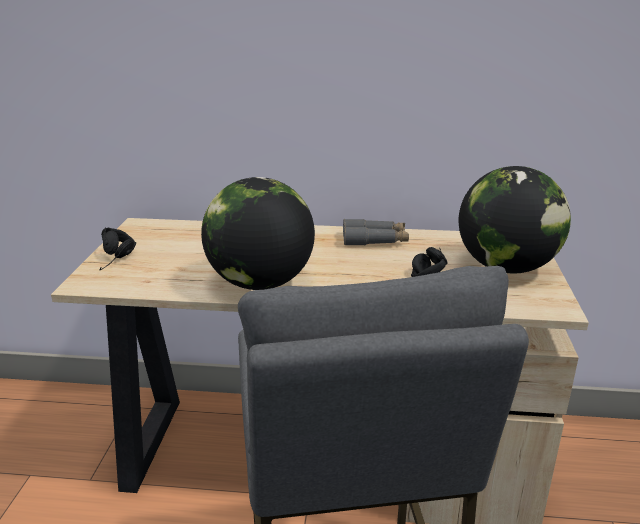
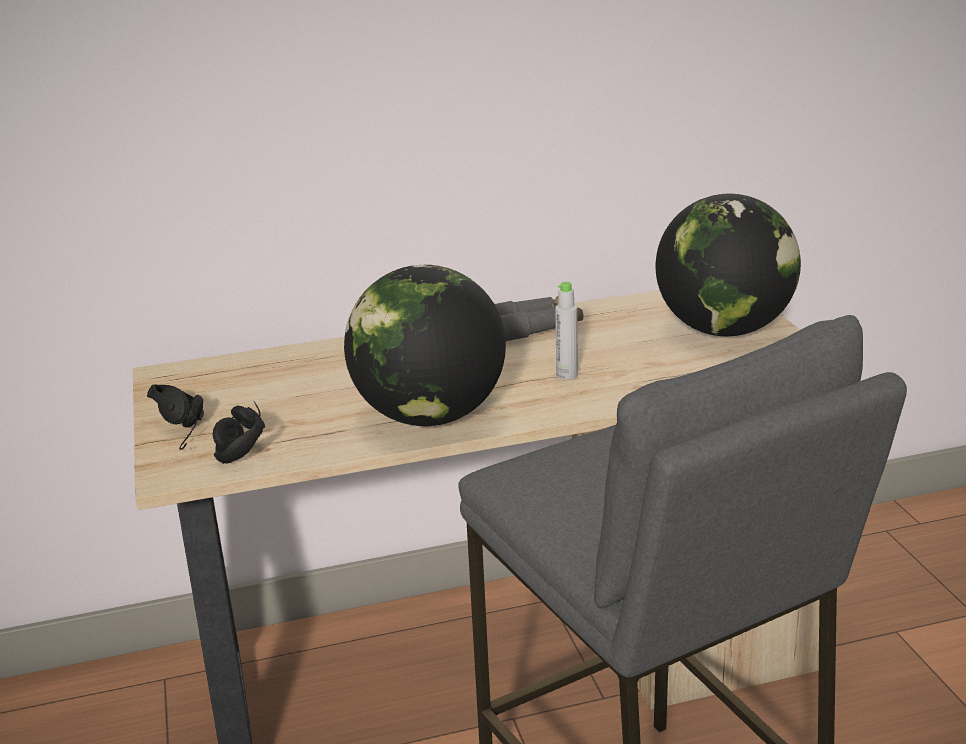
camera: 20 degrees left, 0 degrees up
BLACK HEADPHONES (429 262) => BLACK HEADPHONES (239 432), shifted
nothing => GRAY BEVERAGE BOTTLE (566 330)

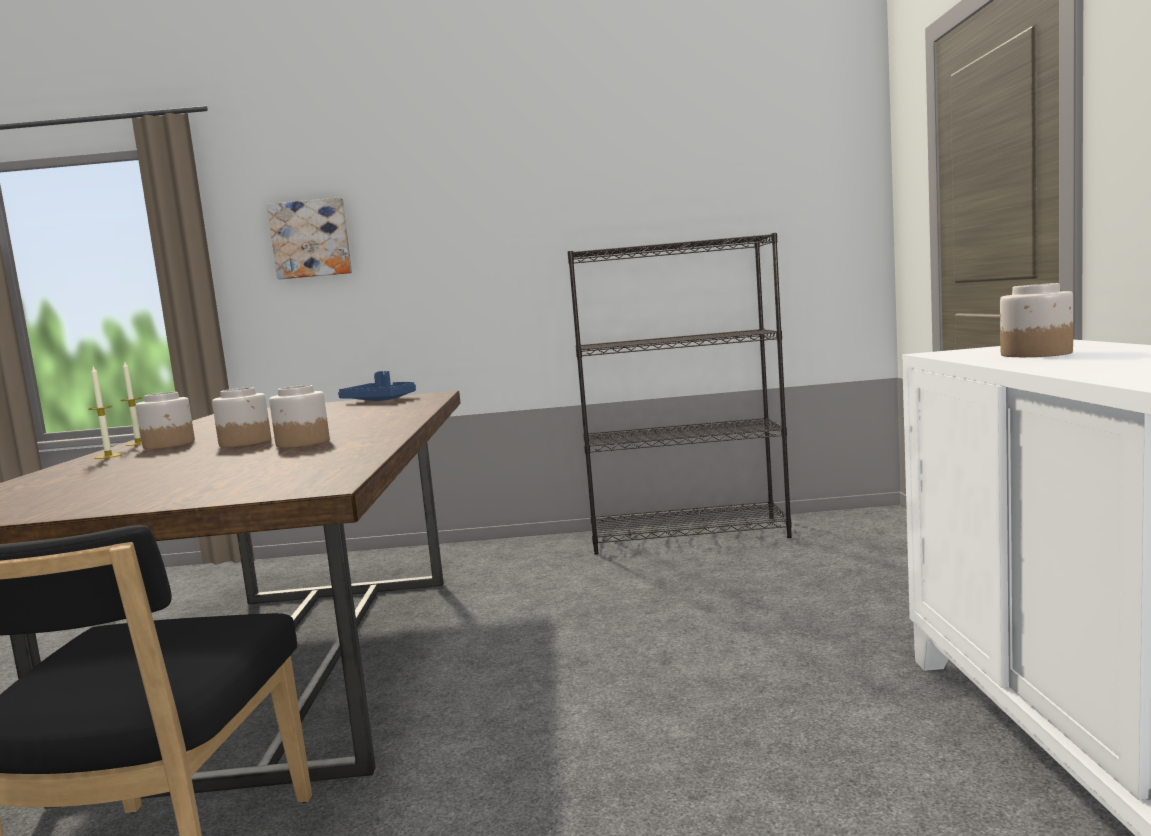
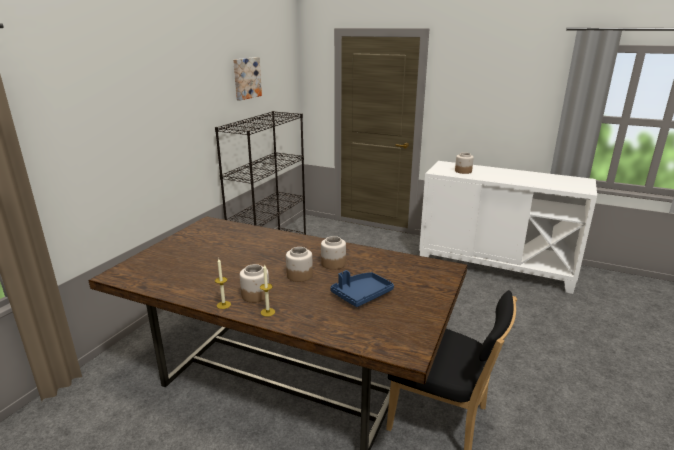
camera: 65 degrees left, 15 degrees up
WALL ART (309 238) => WALL ART (247 79), shifted
BLUISH CARRYING TRAY (377 386) => BLUISH CARRYING TRAY (362 288), shifted

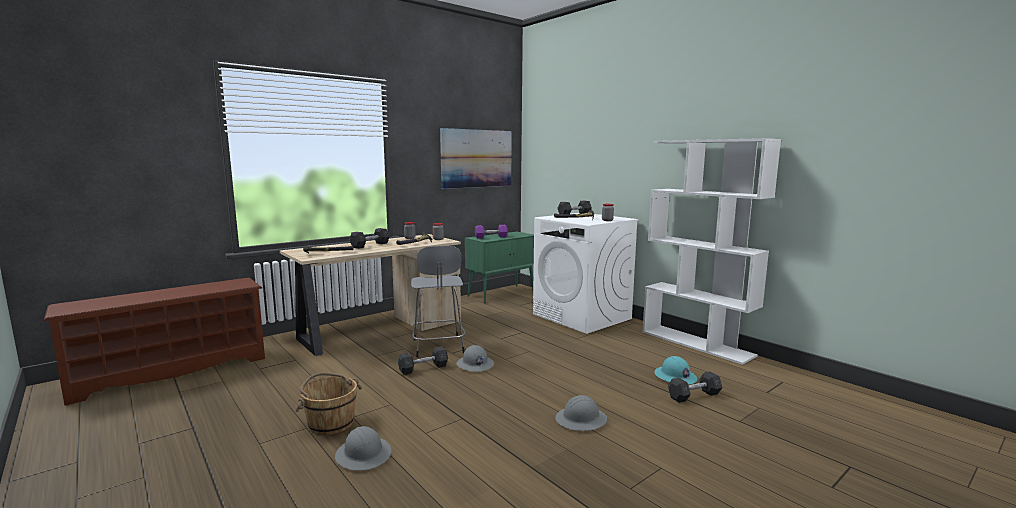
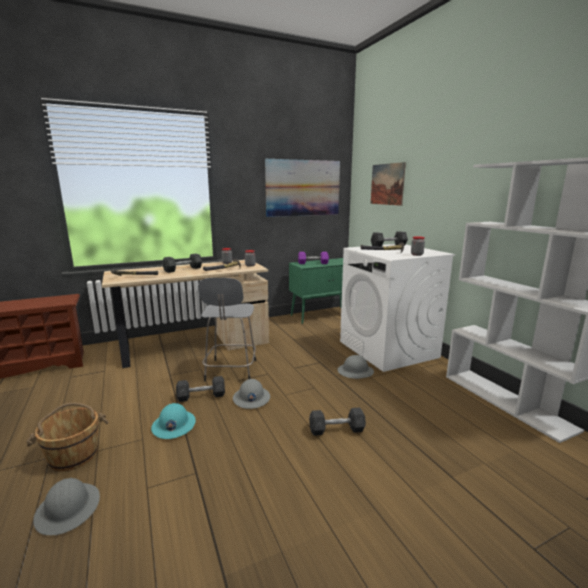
camera: 15 degrees right, 5 degrees up
GRAY HARD HAT (581 413) => GRAY HARD HAT (355 367), shifted
BLUE-GREEN HARD HAT (675 370) => BLUE-GREEN HARD HAT (173 421), shifted
GRAY FREE WEIGHT (695 387) => GRAY FREE WEIGHT (337 421), shifted
nothing => WALL ART (388 184)

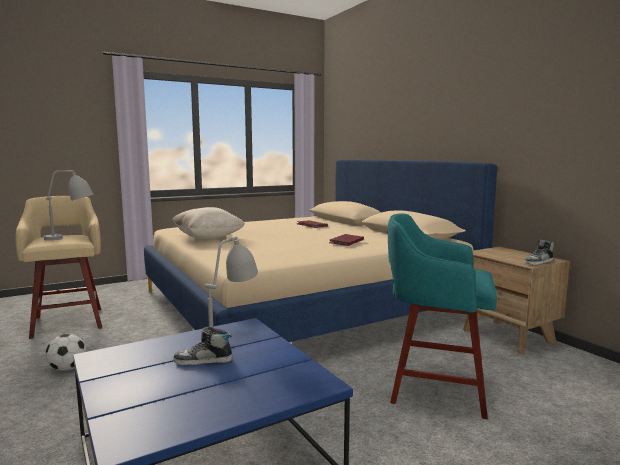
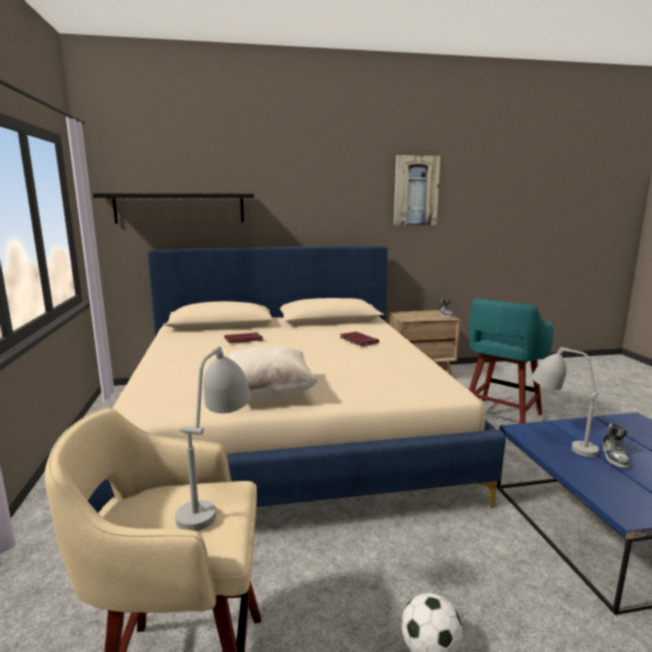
camera: 70 degrees left, 5 degrees up
nothing => BLACK BRACKET SHELF (173 208)
nothing => WALL ART (417 190)

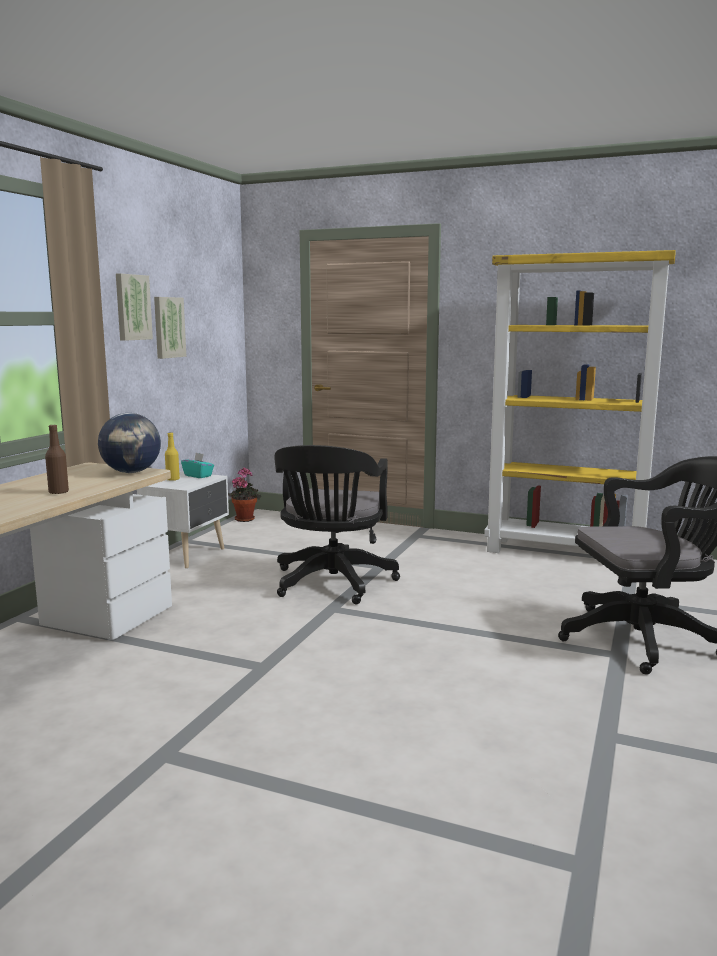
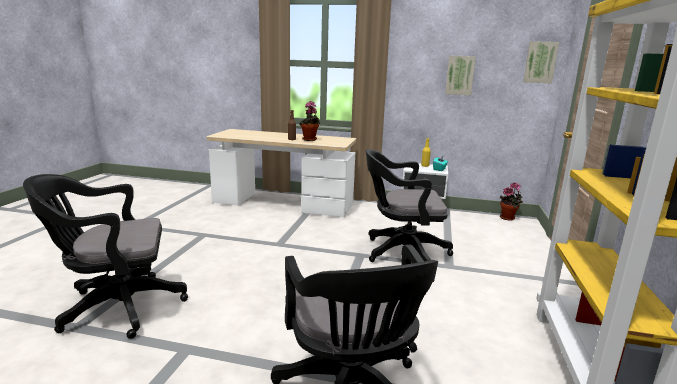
camera: 80 degrees right, 5 degrees up
WORLD GLOBE (129 443) => nothing
WALL ART (134 307) => WALL ART (541 62), shifted
nothing => BLACK COMPUTER CHAIR (105 256)
nothing => PLANT IN A POT (310 121)

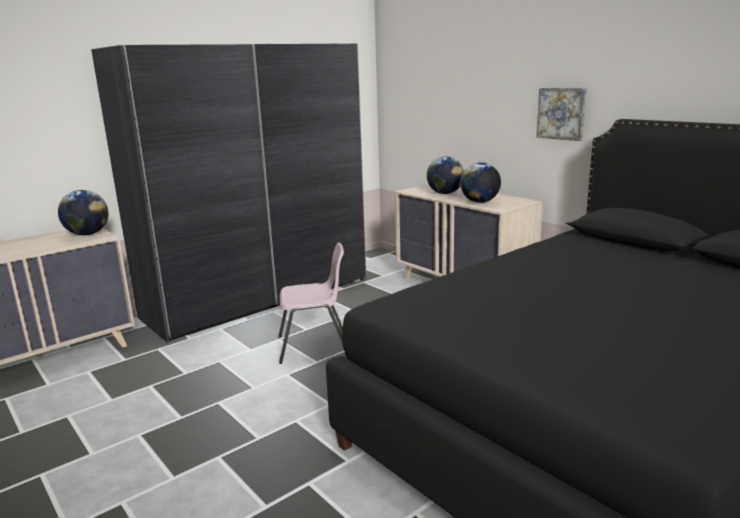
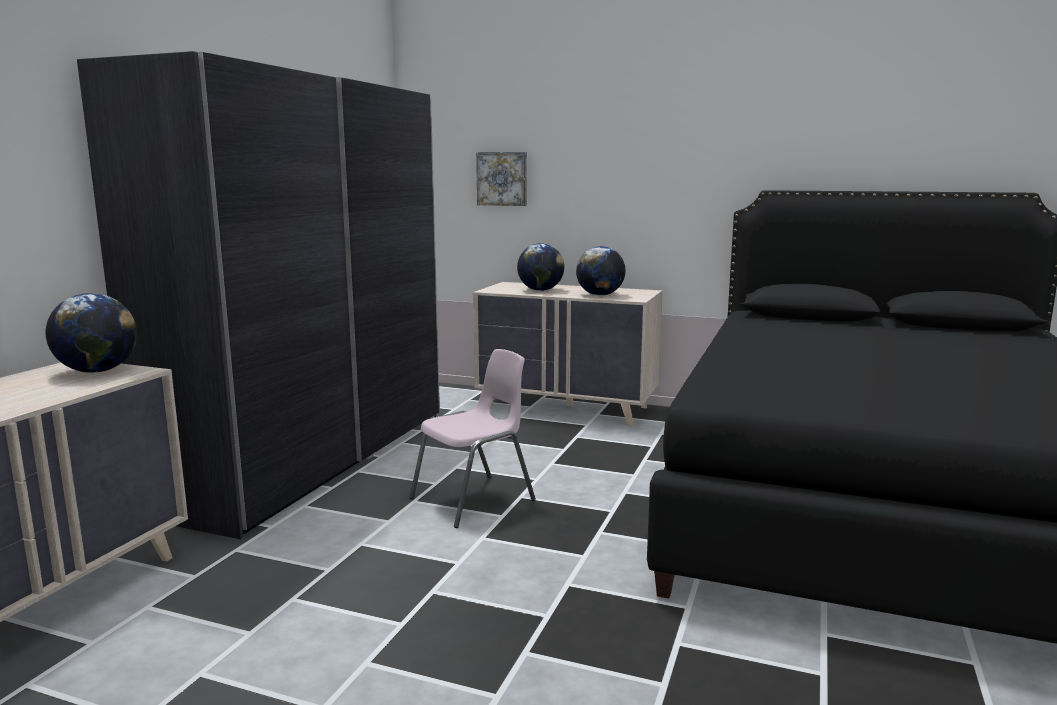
camera: 30 degrees left, 5 degrees down
WALL ART (561 114) => WALL ART (501 179), shifted

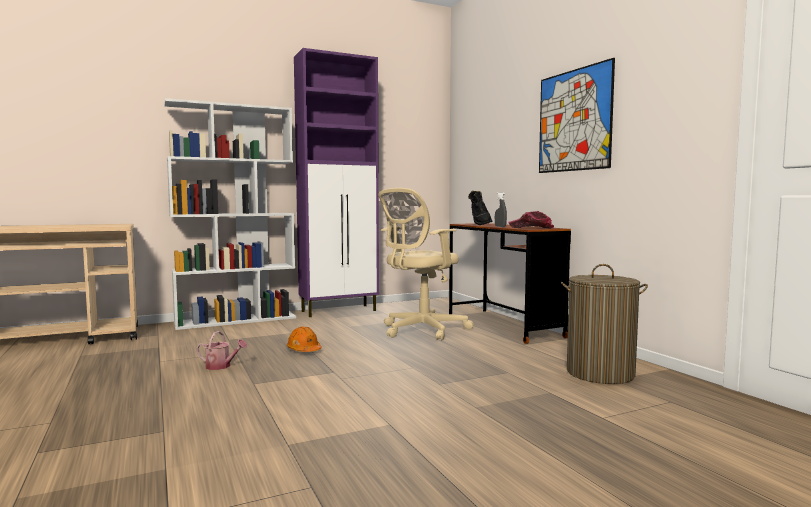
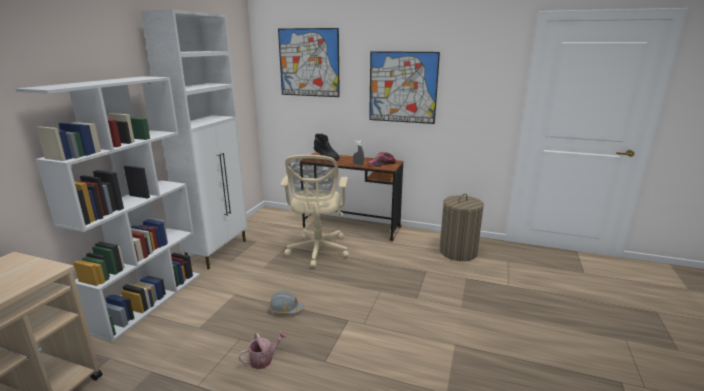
camera: 45 degrees left, 15 degrees up
ORANGE HARD HAT (304 339) => GRAY HARD HAT (286 302)
PURPLISH CABINET (336 182) => WHITISH CABINET (194 140)
nothing => WALL ART (309 62)

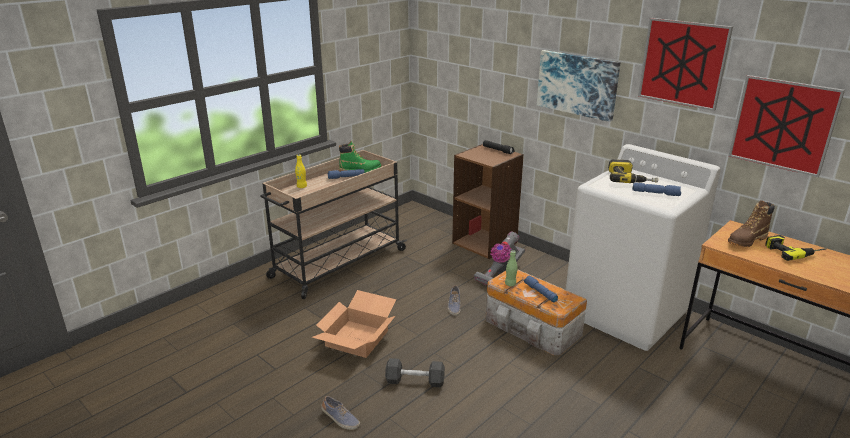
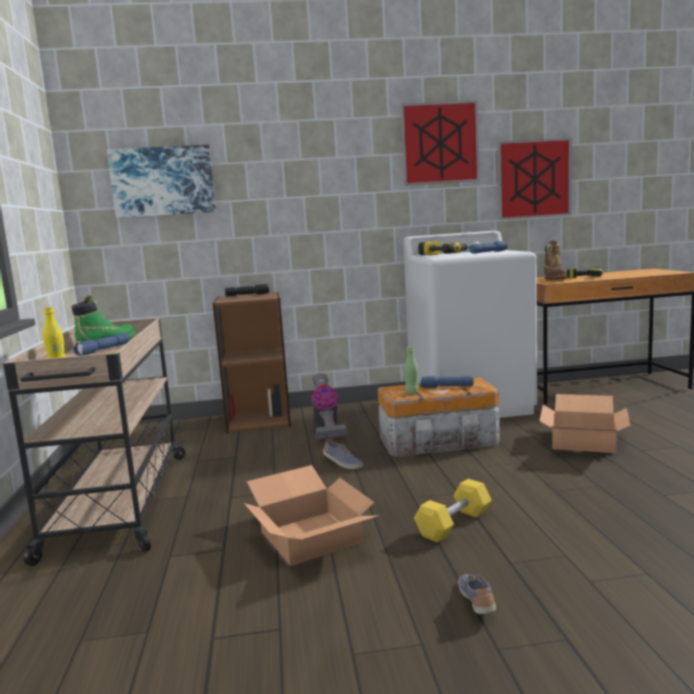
camera: 50 degrees left, 15 degrees down
ITEM OF FOOTWEAR (340 413) => ITEM OF FOOTWEAR (477 594), 75 degrees counterclockwise
GRAY FREE WEIGHT (415 372) => YELLOW FREE WEIGHT (453 511)
WALL ART (579 86) => WALL ART (161 181), shifted
nothing => PACKING BOX (585 423)

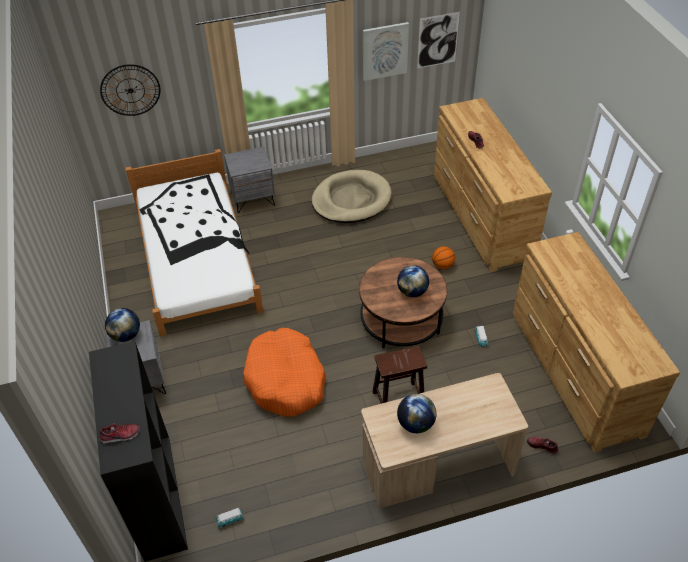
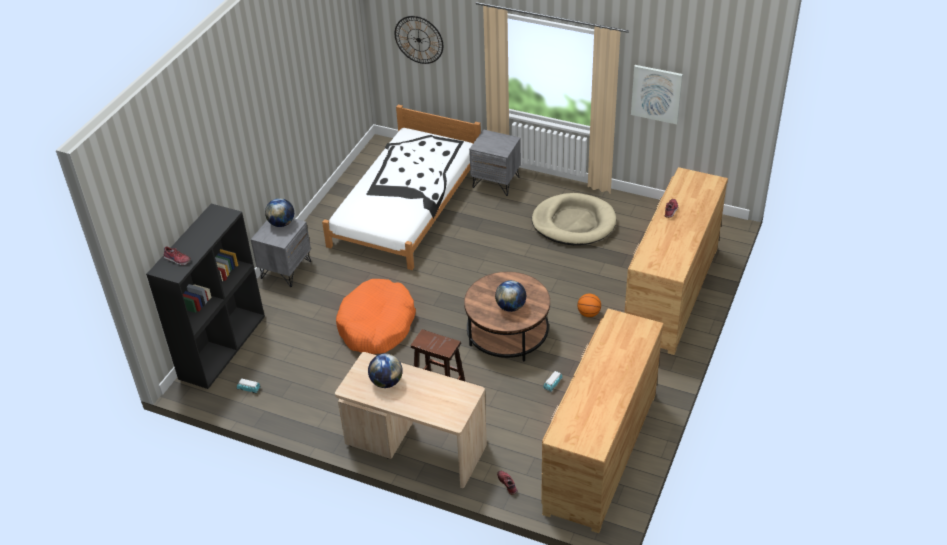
camera: 40 degrees right, 5 degrees down
WALL ART (438 40) => nothing

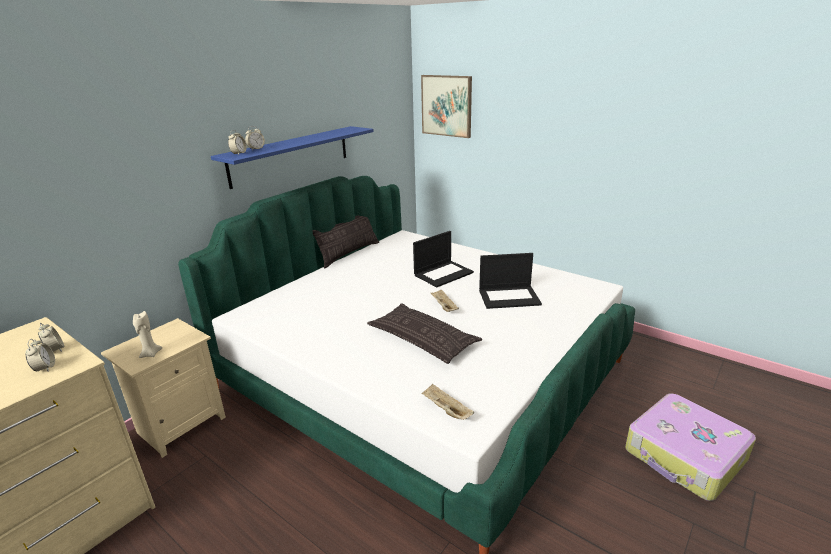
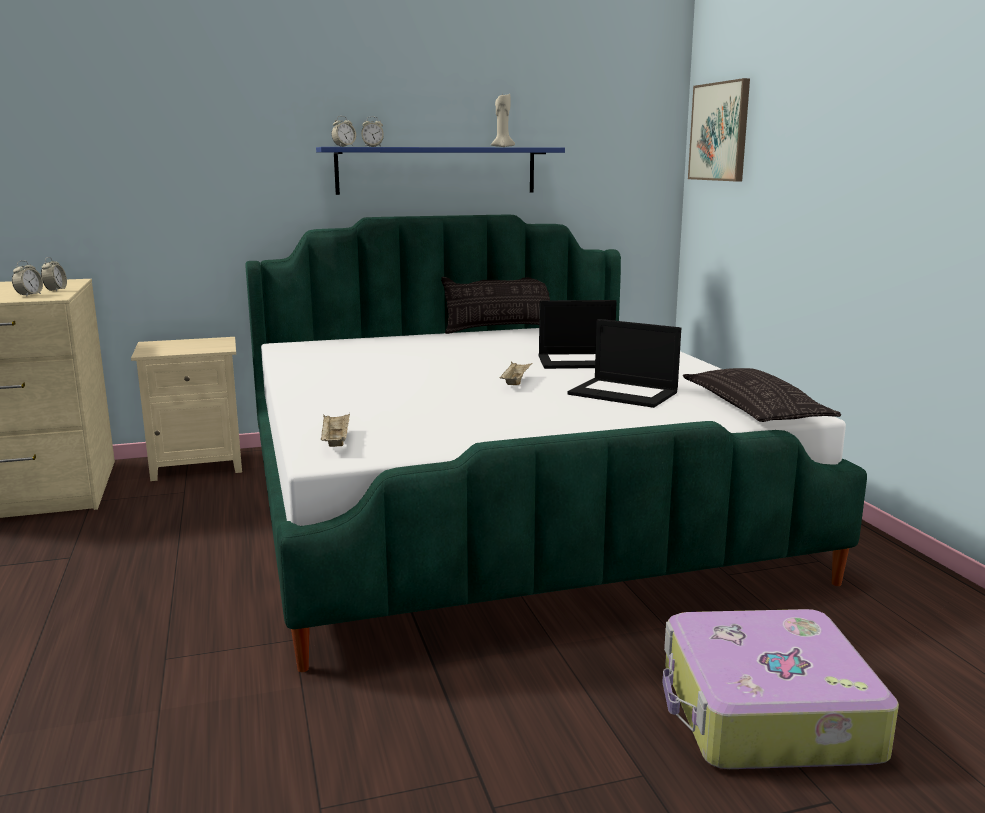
camera: 35 degrees right, 10 degrees down
BEIGE WAX CANDLE (147 334) => BEIGE WAX CANDLE (503 120), shifted
CUSHION (424 333) => CUSHION (762 395), shifted

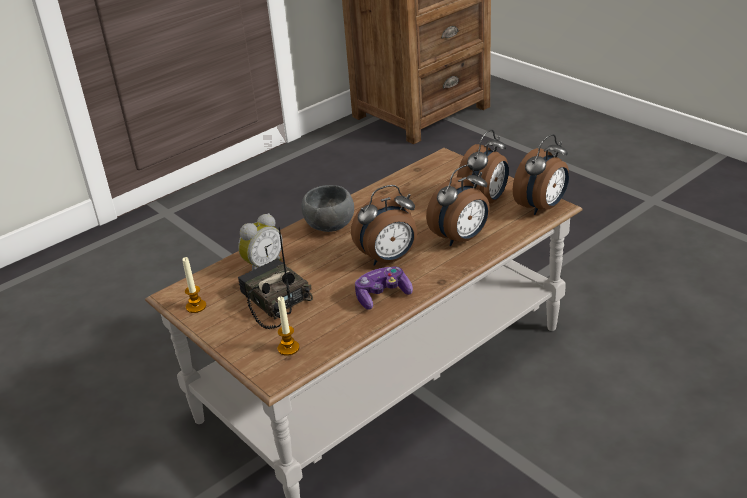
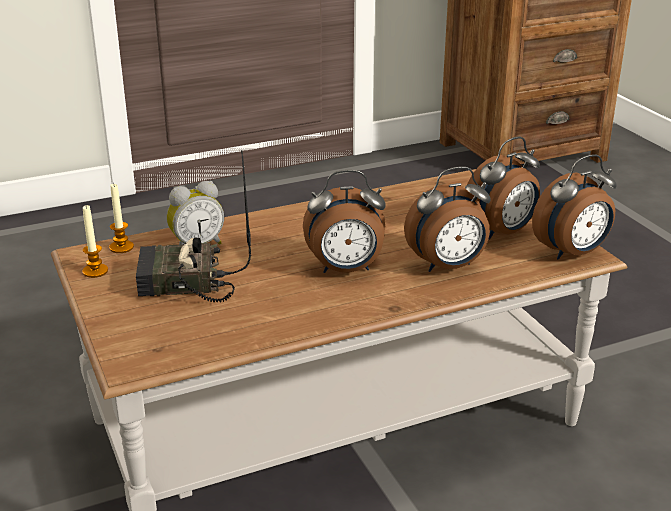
camera: 15 degrees right, 5 degrees down
RADIO SET (275 277) => RADIO SET (193 226), 75 degrees counterclockwise
WAX CANDLE (289 326) => WAX CANDLE (121 218), shifted
GRAY DEEP DISH (328 208) => nothing
JOYPAD (384 288) => nothing

